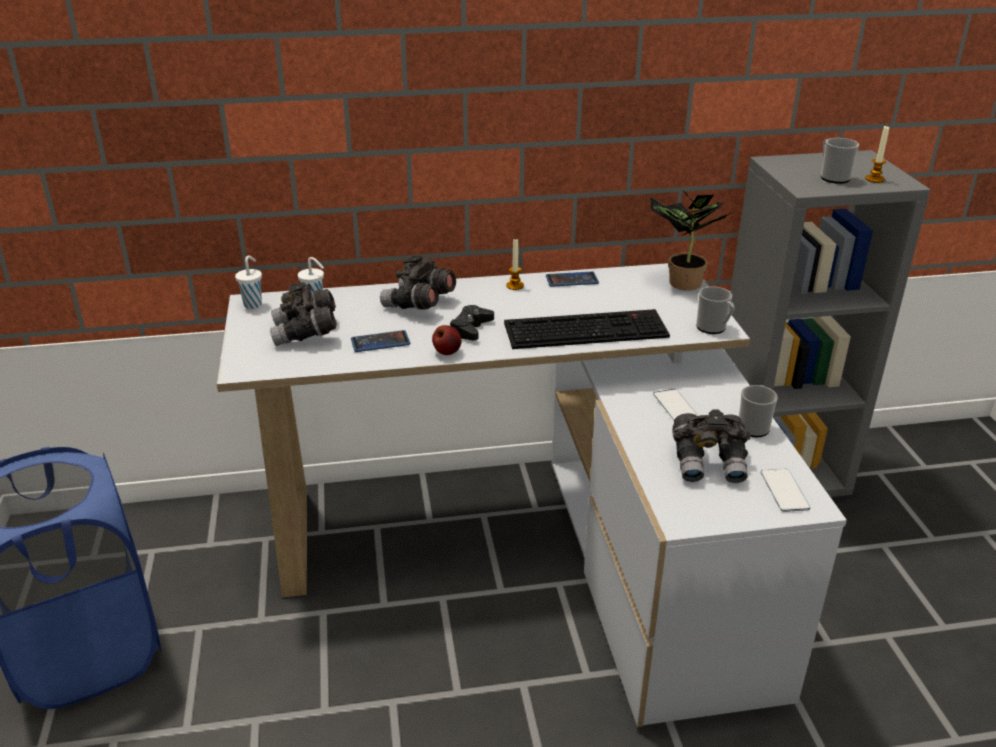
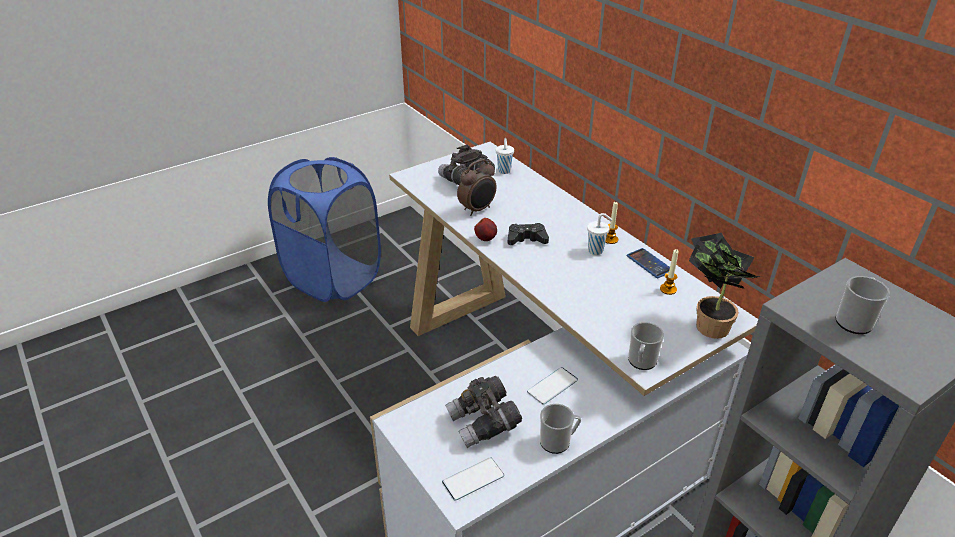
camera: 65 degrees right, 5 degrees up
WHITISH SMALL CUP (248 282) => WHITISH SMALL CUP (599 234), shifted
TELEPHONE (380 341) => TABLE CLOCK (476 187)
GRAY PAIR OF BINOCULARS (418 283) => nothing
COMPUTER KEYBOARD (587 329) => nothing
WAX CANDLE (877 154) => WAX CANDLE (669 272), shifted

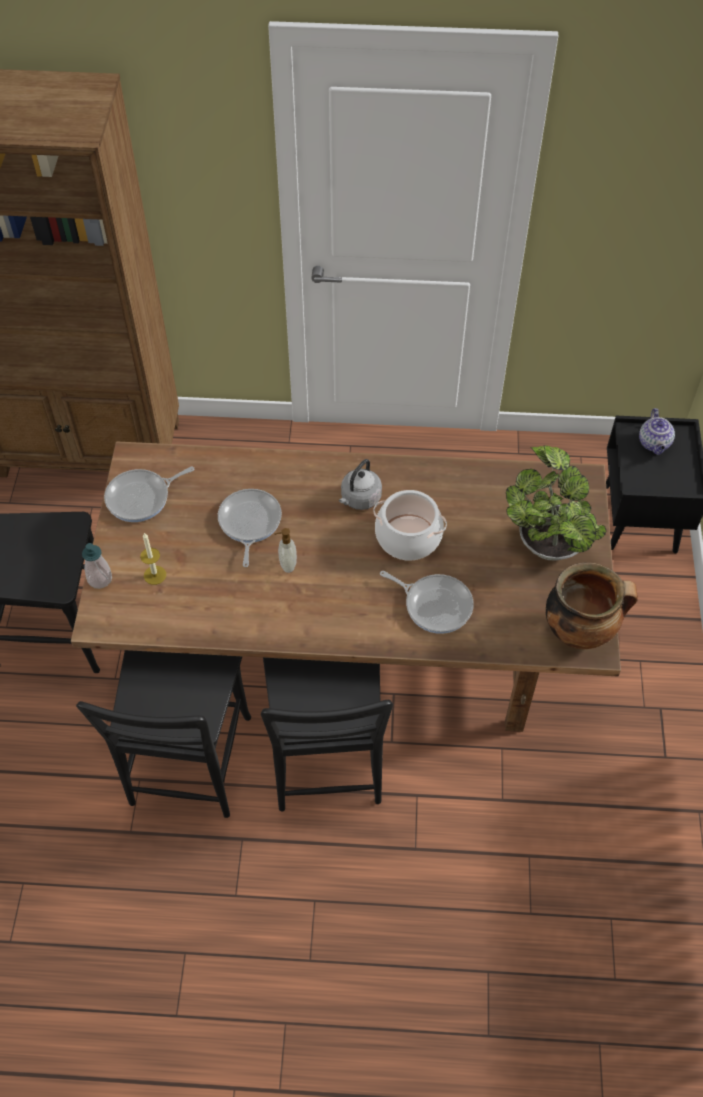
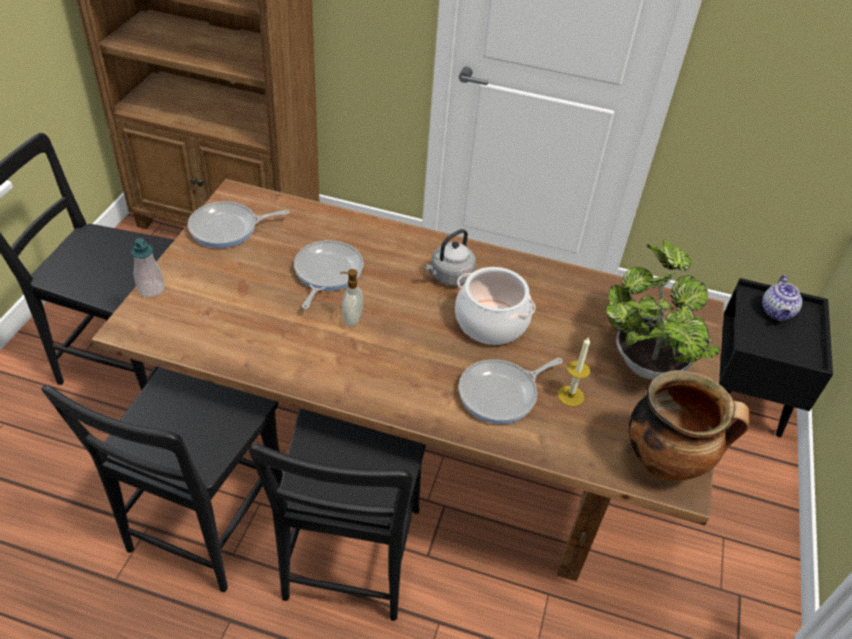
camera: 10 degrees right, 10 degrees down
WAX CANDLE (153 559) => WAX CANDLE (574 372), shifted
FRYING PAN (427 602) => FRYING PAN (510 391), 105 degrees clockwise

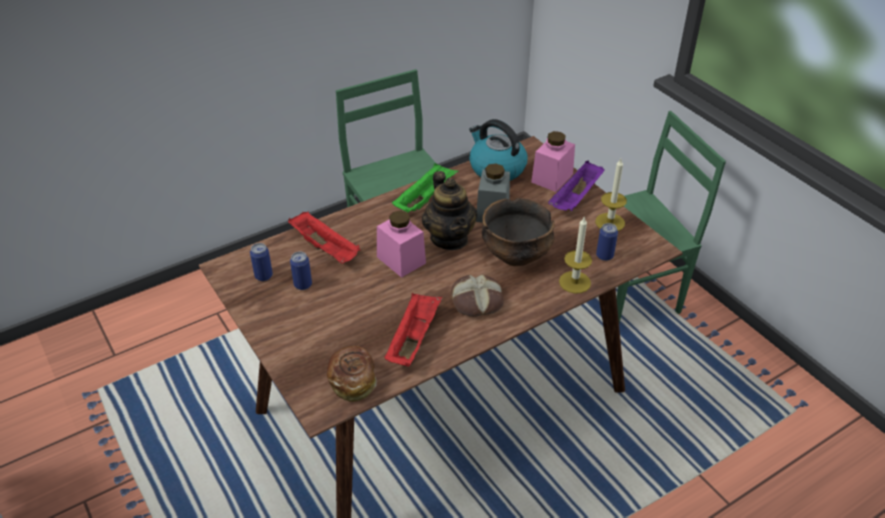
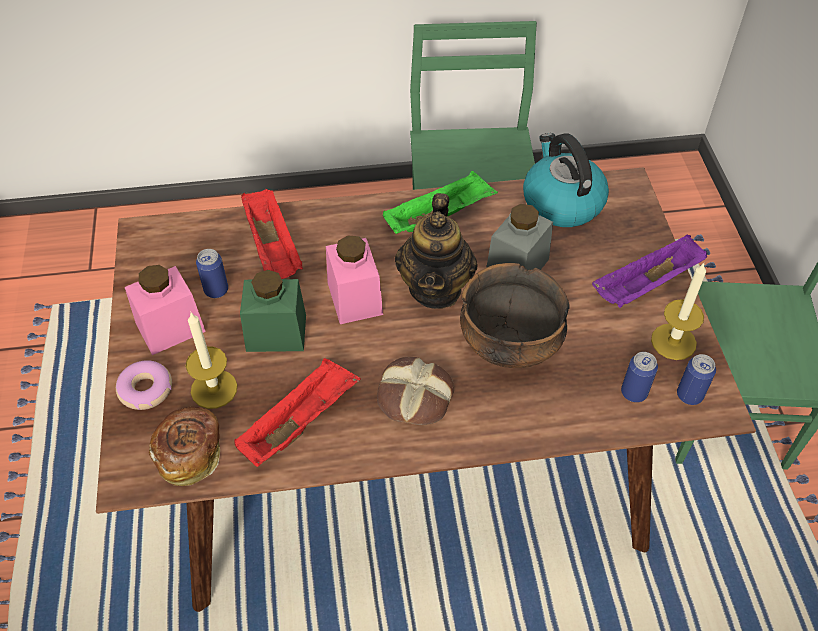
camera: 25 degrees right, 10 degrees up
CAN (261 262) => CAN (696 379), shifted
PINK-COLOURED JAR (553 161) => PINK-COLOURED JAR (165 310), shifted
WAX CANDLE (575 255) => WAX CANDLE (211 360), shifted
nothing => RING DOUGHNUT (144 385)
nothing => GREEN JAR (273 311)

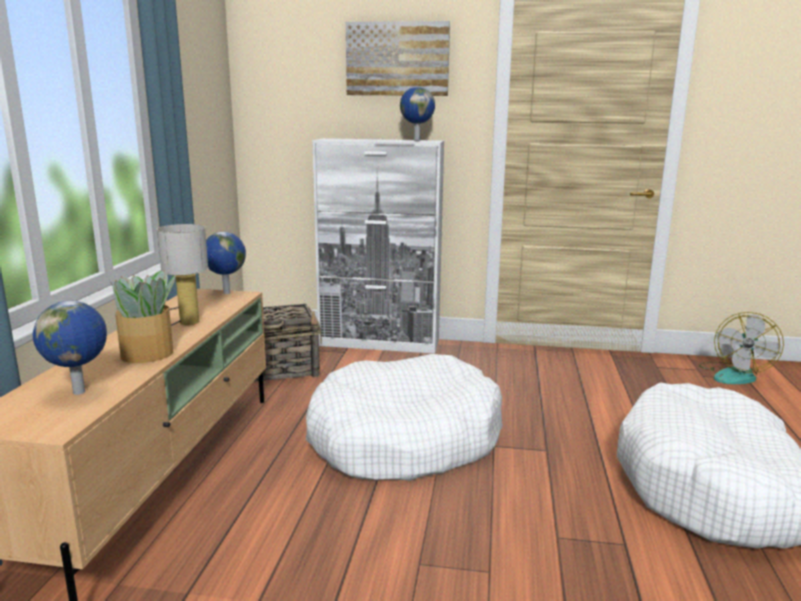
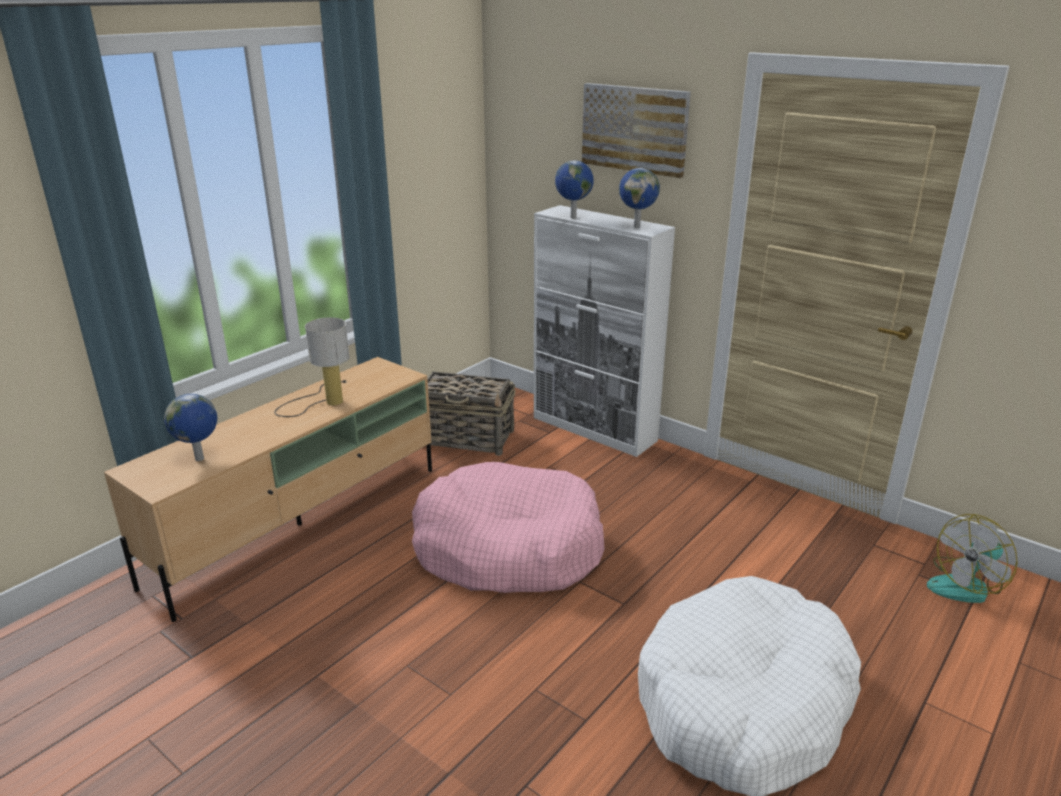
camera: 30 degrees right, 10 degrees up
PLANT IN A POT (143 316) => nothing
WORLD GLOBE (226 263) => WORLD GLOBE (574 189), shifted
WHITISH PET BED (404 417) => PINK-COLOURED PET BED (508 527)

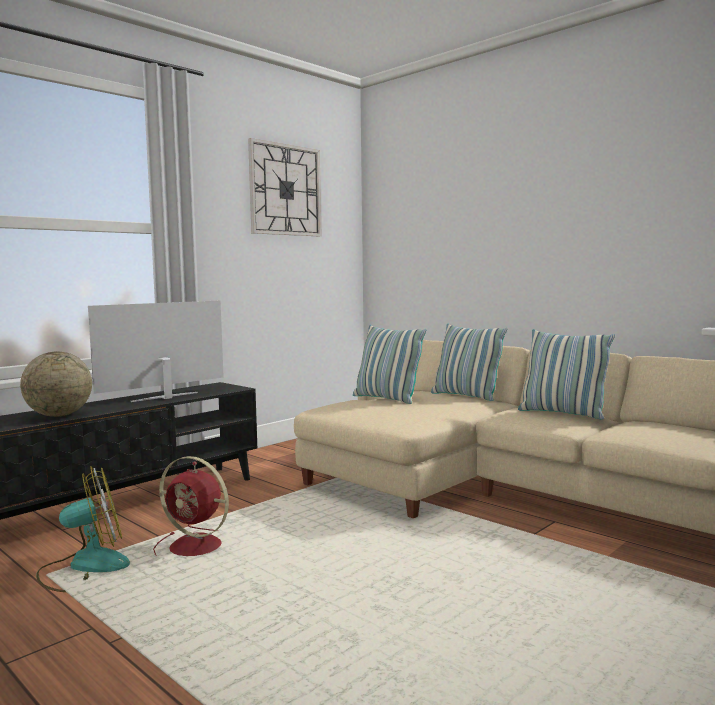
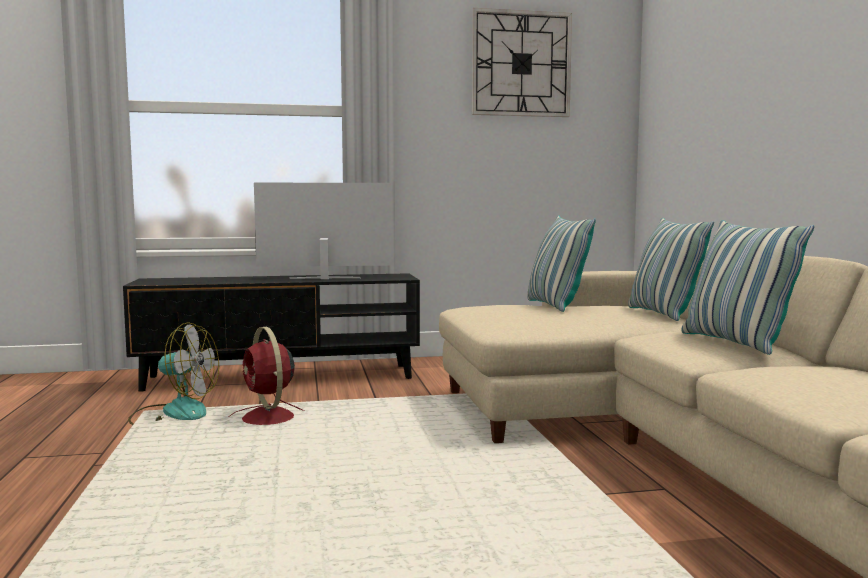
camera: 35 degrees right, 0 degrees up
WORLD GLOBE (56 384) => nothing

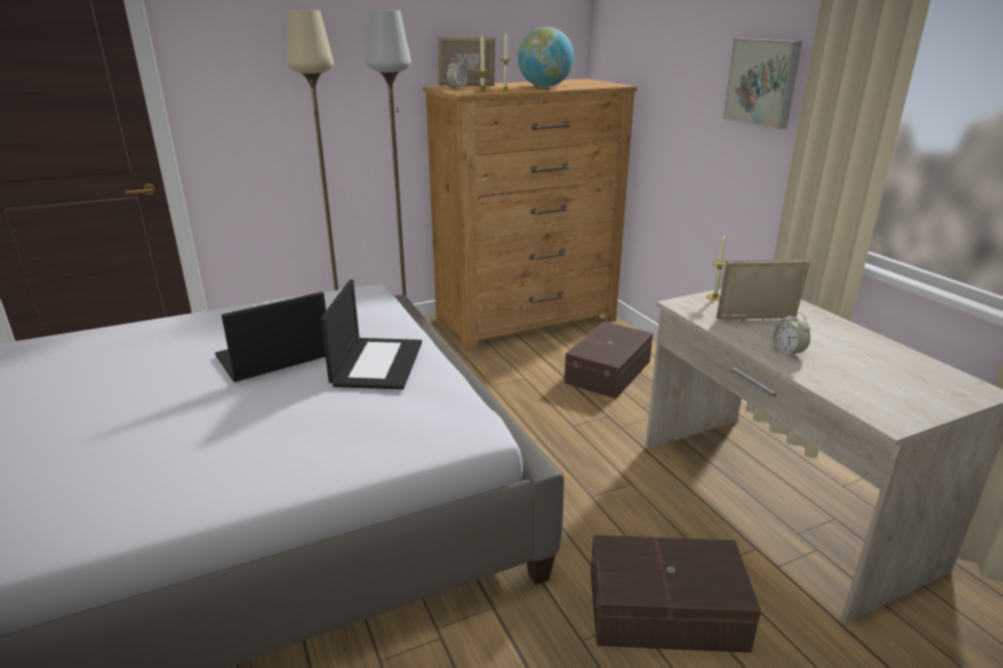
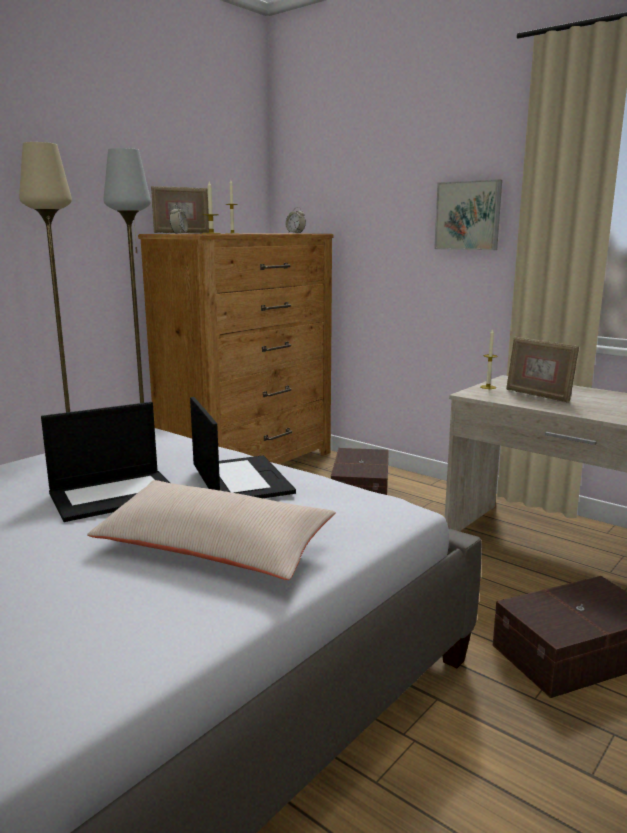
camera: 25 degrees left, 10 degrees down
NOTEBOOK COMPUTER (270 337) => NOTEBOOK COMPUTER (105 462), 150 degrees counterclockwise
WORLD GLOBE (546 57) => nothing
PICTURE FRAME (763 289) => PICTURE FRAME (542 370), 105 degrees counterclockwise
TABLE CLOCK (791 335) => TABLE CLOCK (296 220), shifted
nothing => BEIGE CUSHION (211 530)

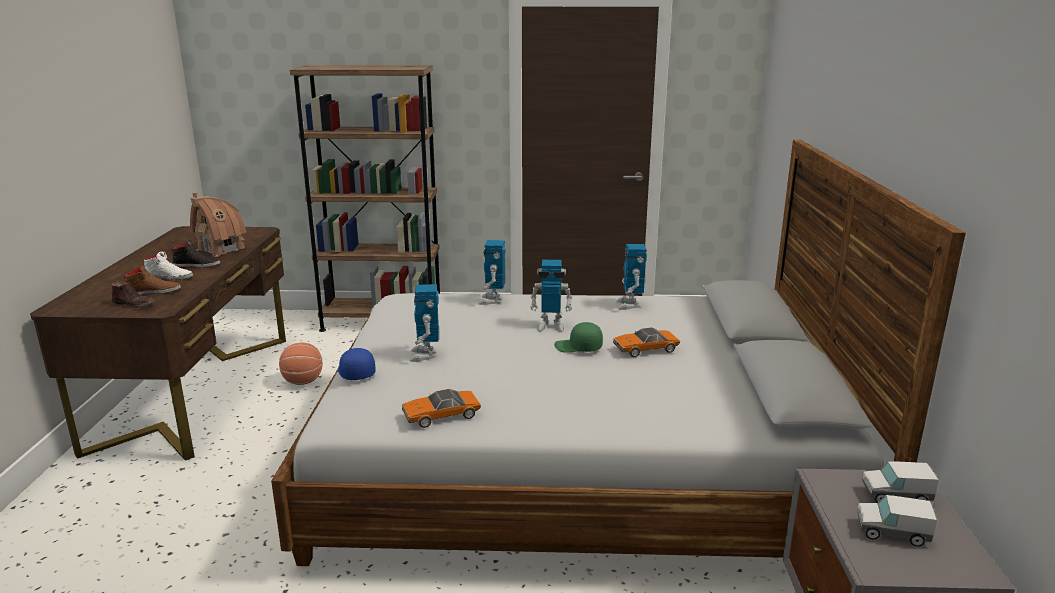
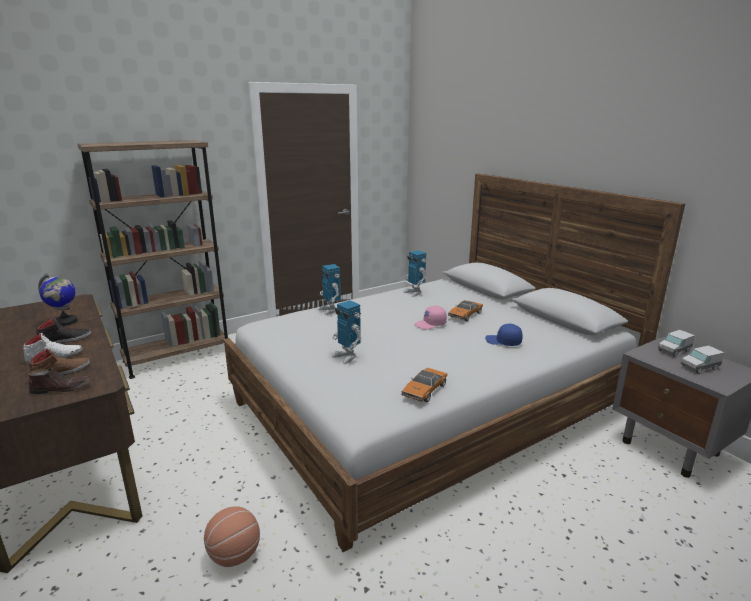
camera: 35 degrees left, 0 degrees up
MODEL HOUSE (218 224) => WORLD GLOBE (57 299)
BALL FOR BASKETBALL (301 364) => BALL FOR BASKETBALL (232 536), shifted
BLUISH BASEBALL CAP (356 364) => BLUISH BASEBALL CAP (504 335), shifted
MODEL ROBOT (551 296) => nothing
GREEN BASEBALL CAP (578 337) => PINK-COLOURED BASEBALL CAP (430 318)

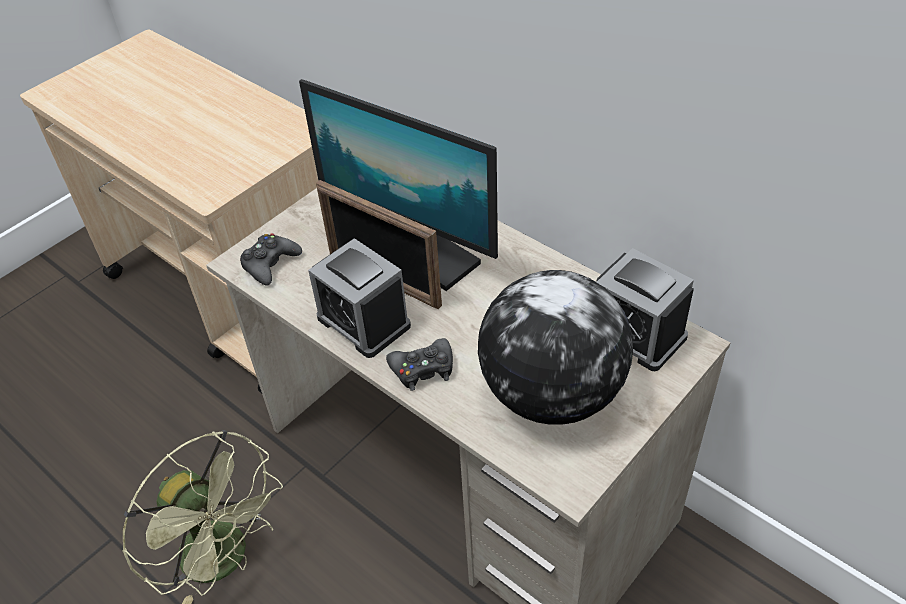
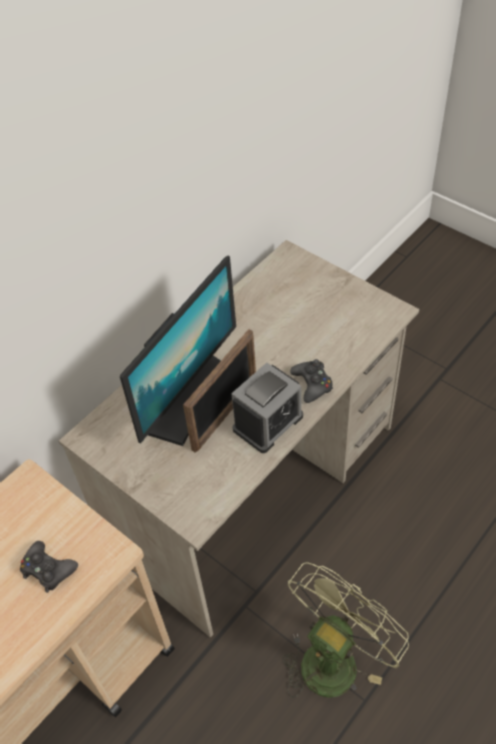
camera: 90 degrees left, 5 degrees up
BLACK JOYPAD (271 259) => BLACK JOYPAD (49 567), shifted
WORLD GLOBE (555 347) => nothing
TABLE CLOCK (645 309) => nothing

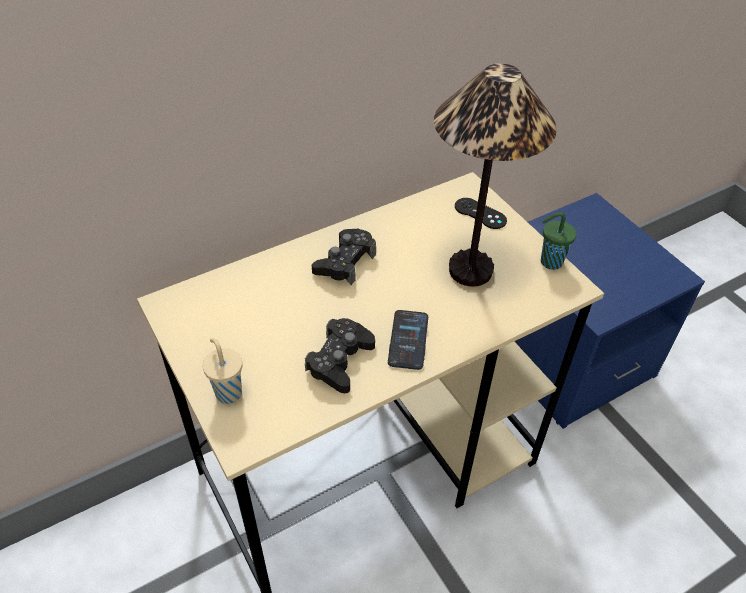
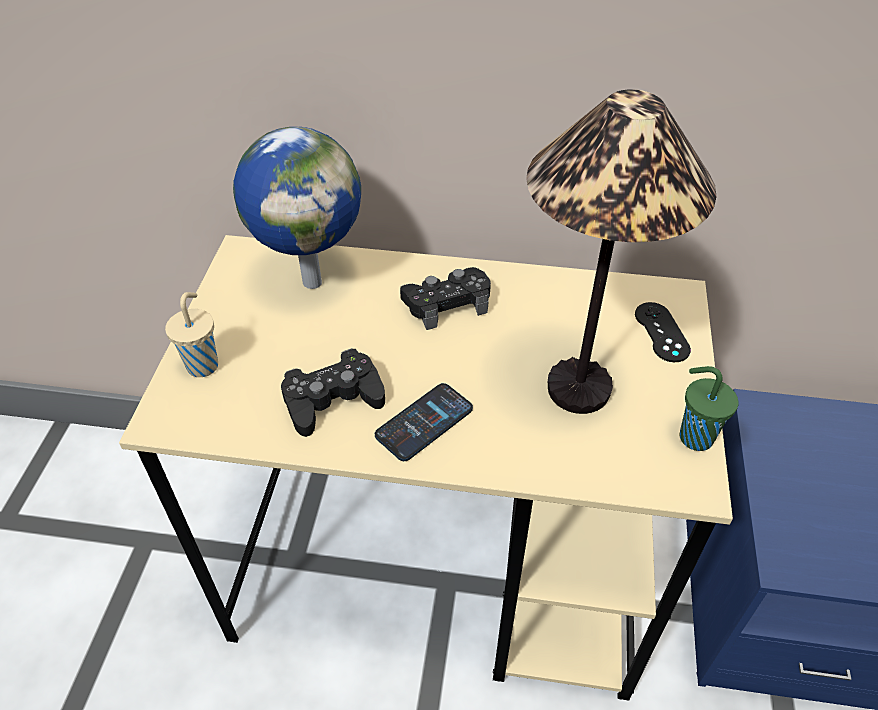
camera: 40 degrees right, 0 degrees up
nothing => WORLD GLOBE (297 208)

